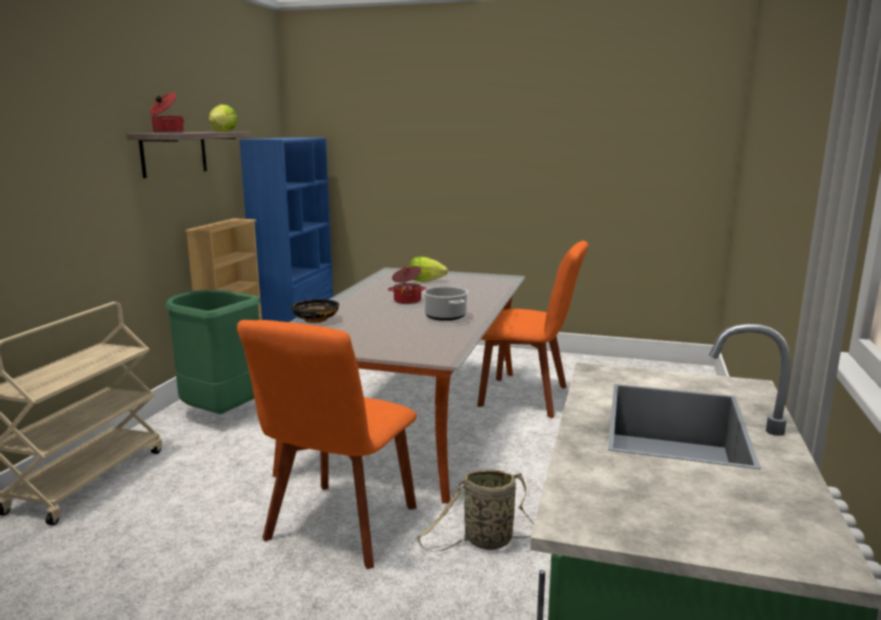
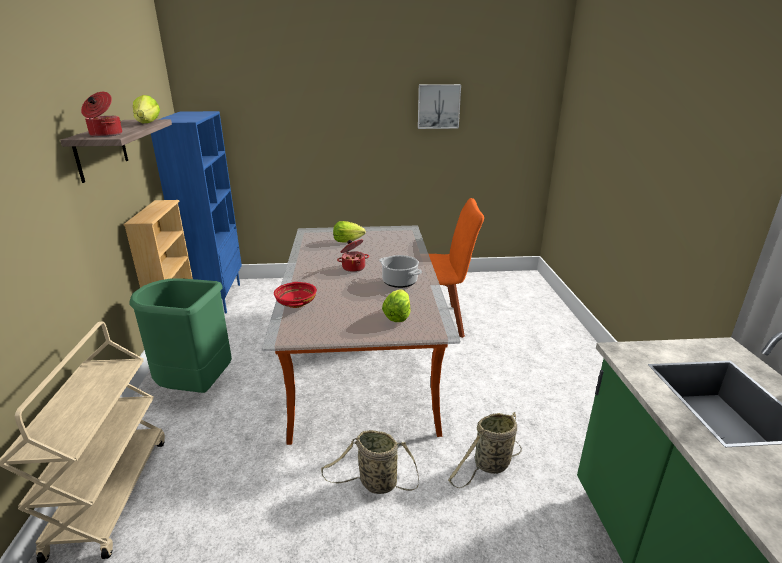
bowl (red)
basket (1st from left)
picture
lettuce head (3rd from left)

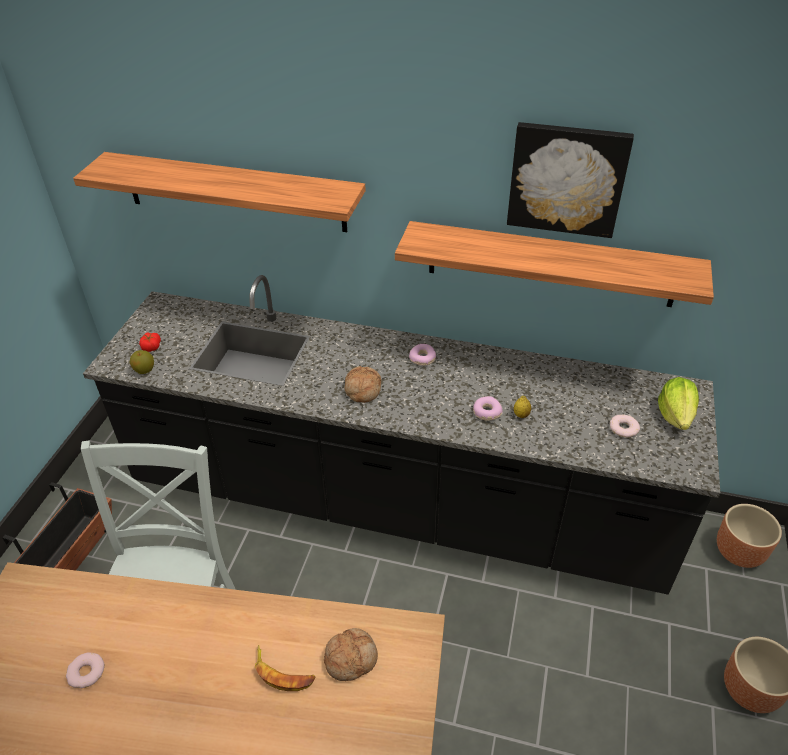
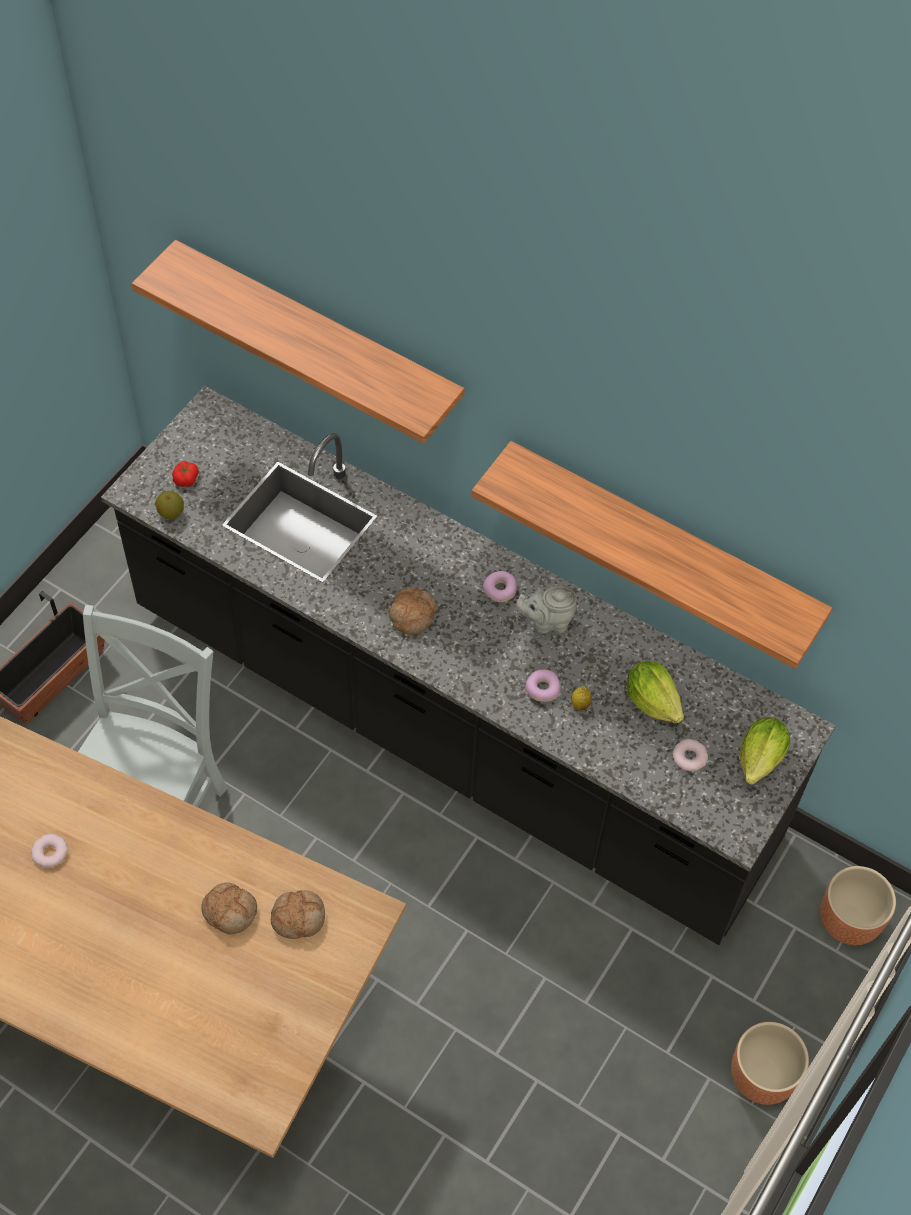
picture
bakery bread (1st from left)
tea pot (greyish)
lettuce head (1st from left)

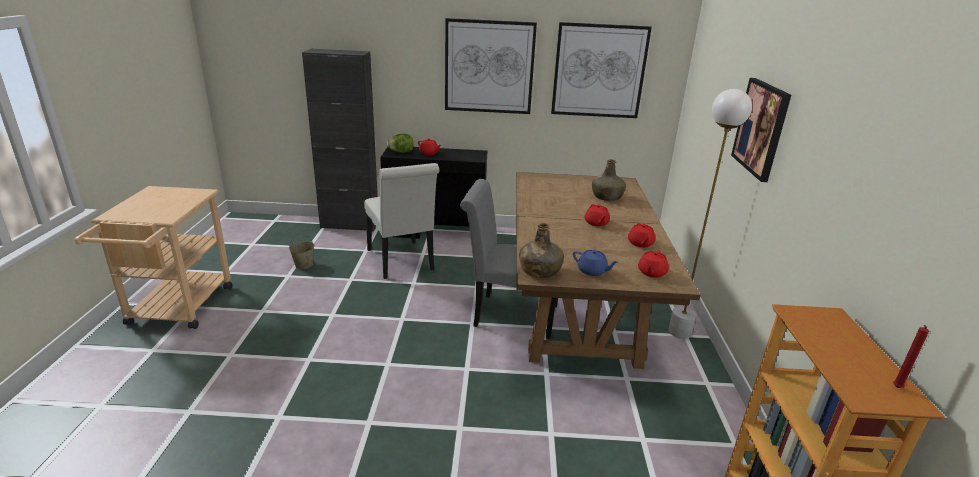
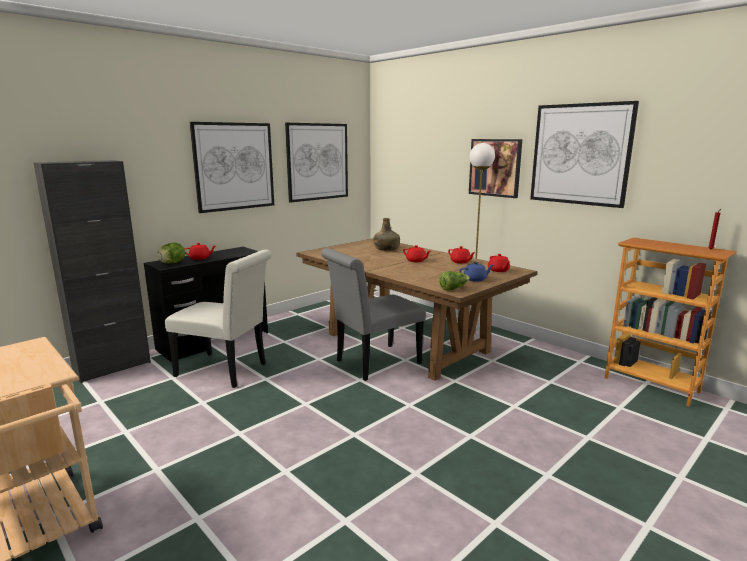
lettuce head (2nd from left)
pail (beige)
picture (4th from left)

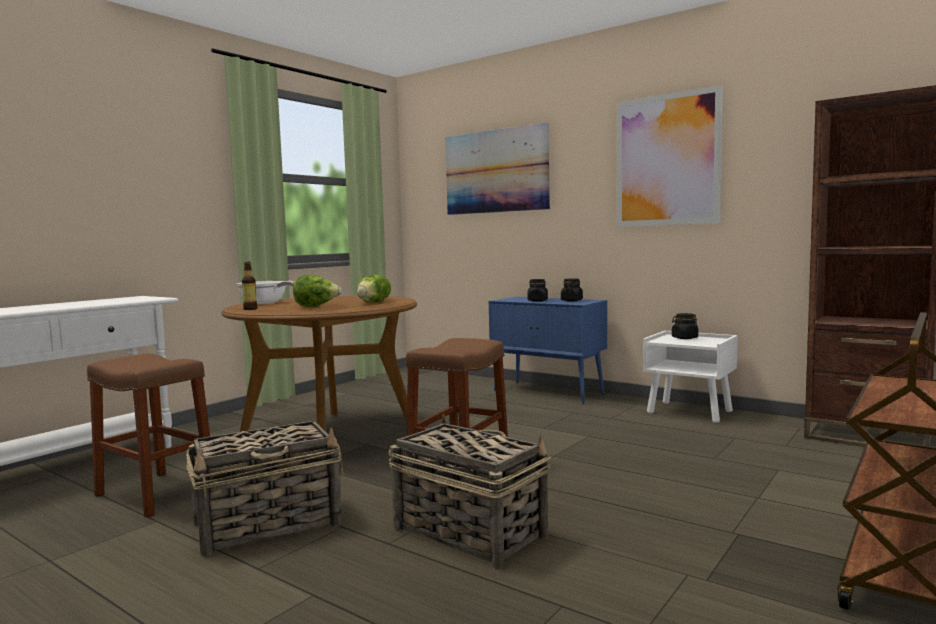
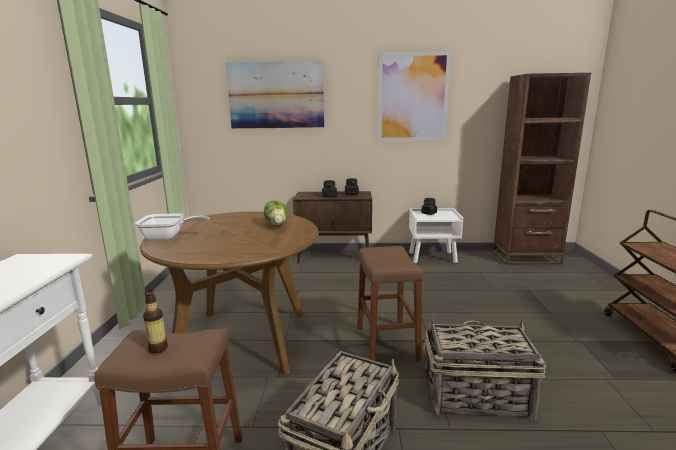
drink bottle
lettuce head (1st from left in the first image)
cabinet (brown-coloured)

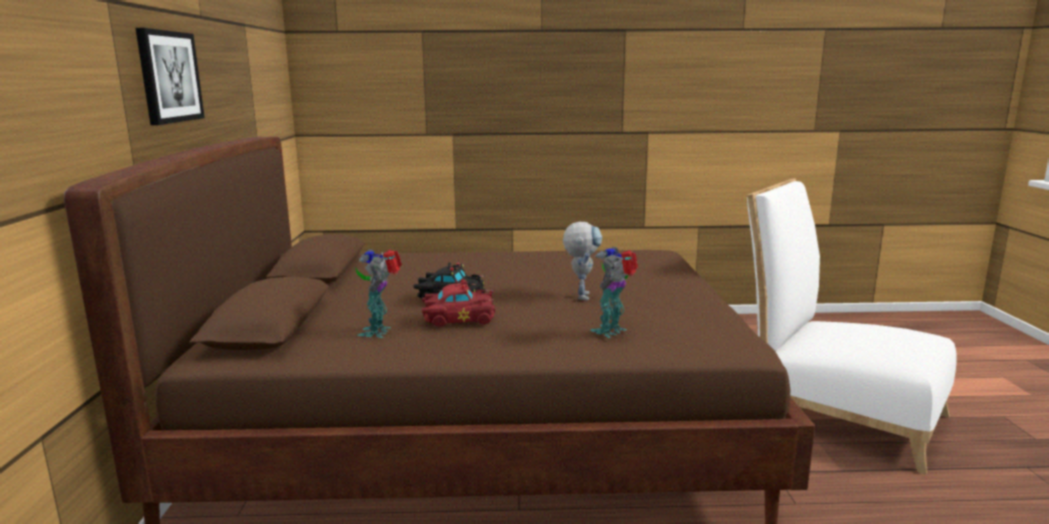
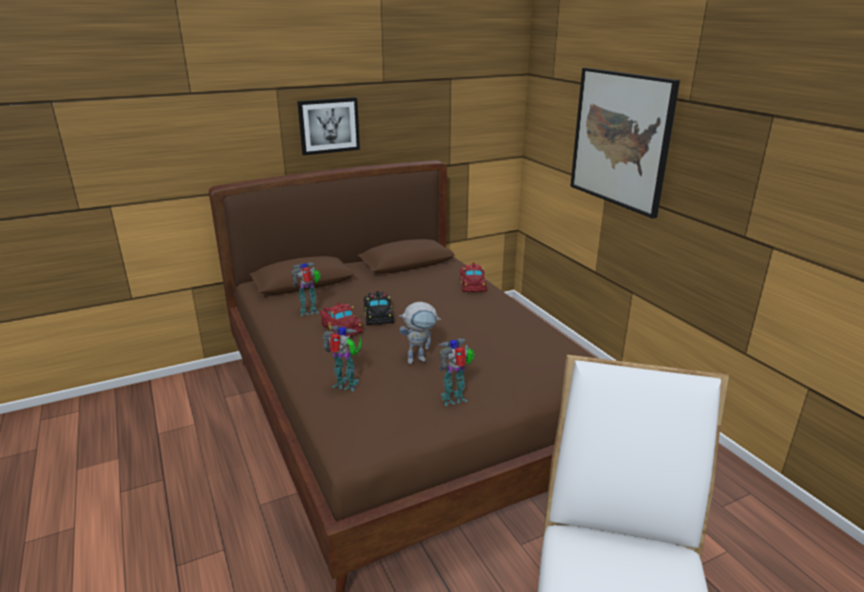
picture (2nd from left)
toy car (red) (2nd from left)
model robot (4th from left)

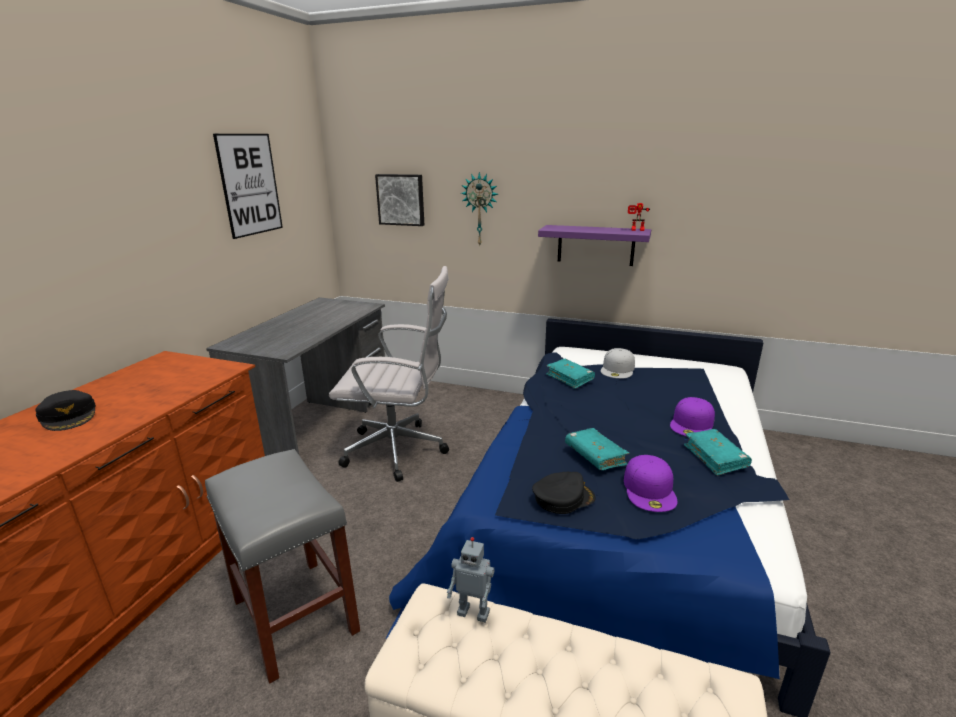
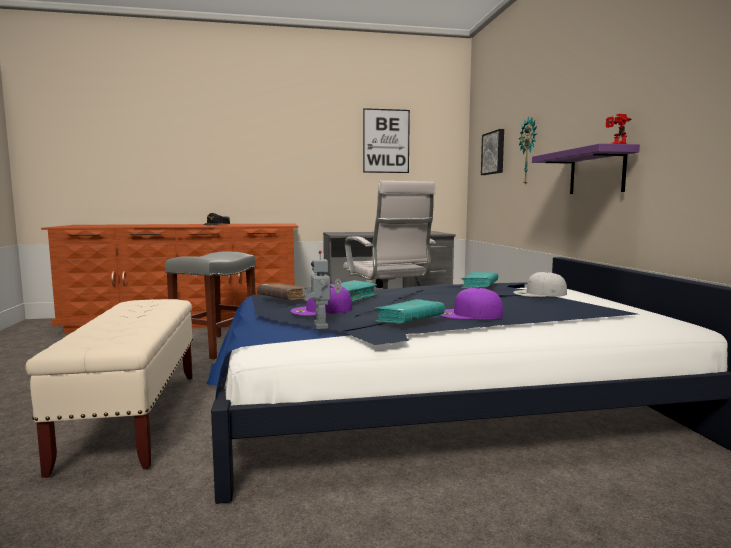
book (brown-coloured)
model robot (1st from left)

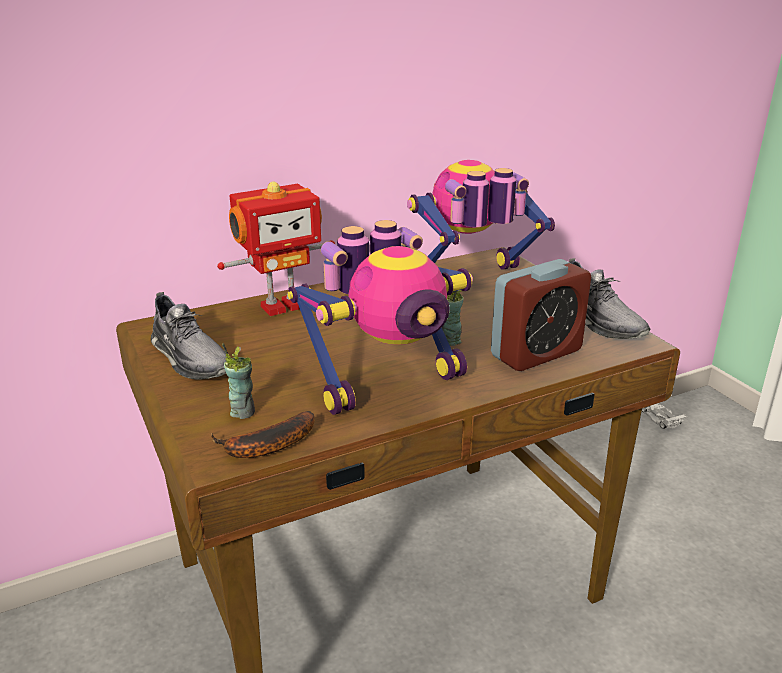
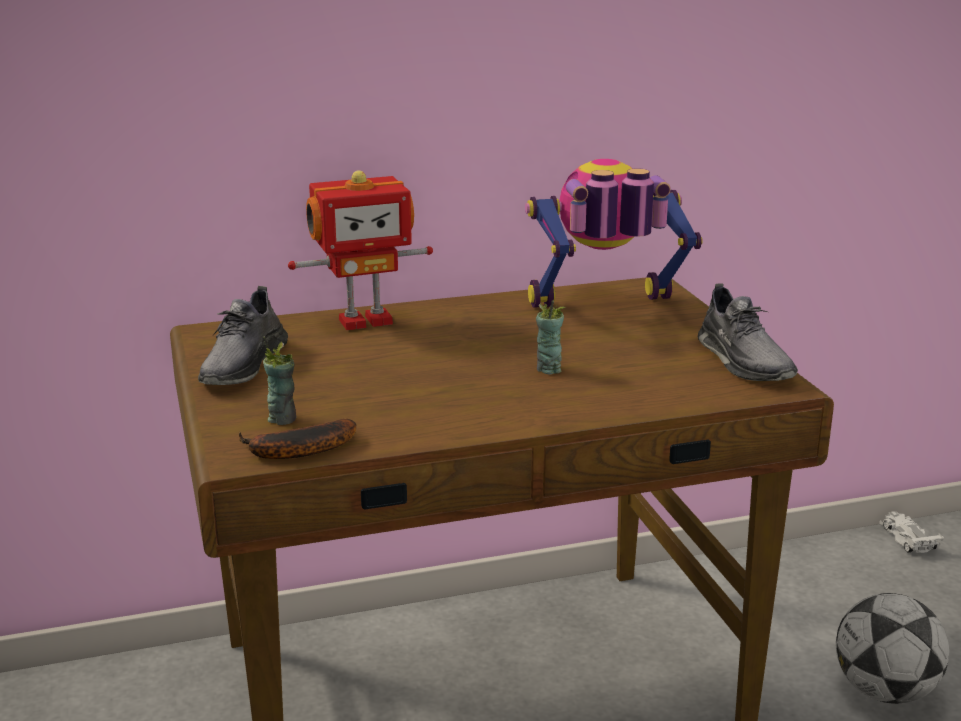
model robot (2nd from left in the first image)
alarm clock
low shoe (greyish) (1st from left)
football

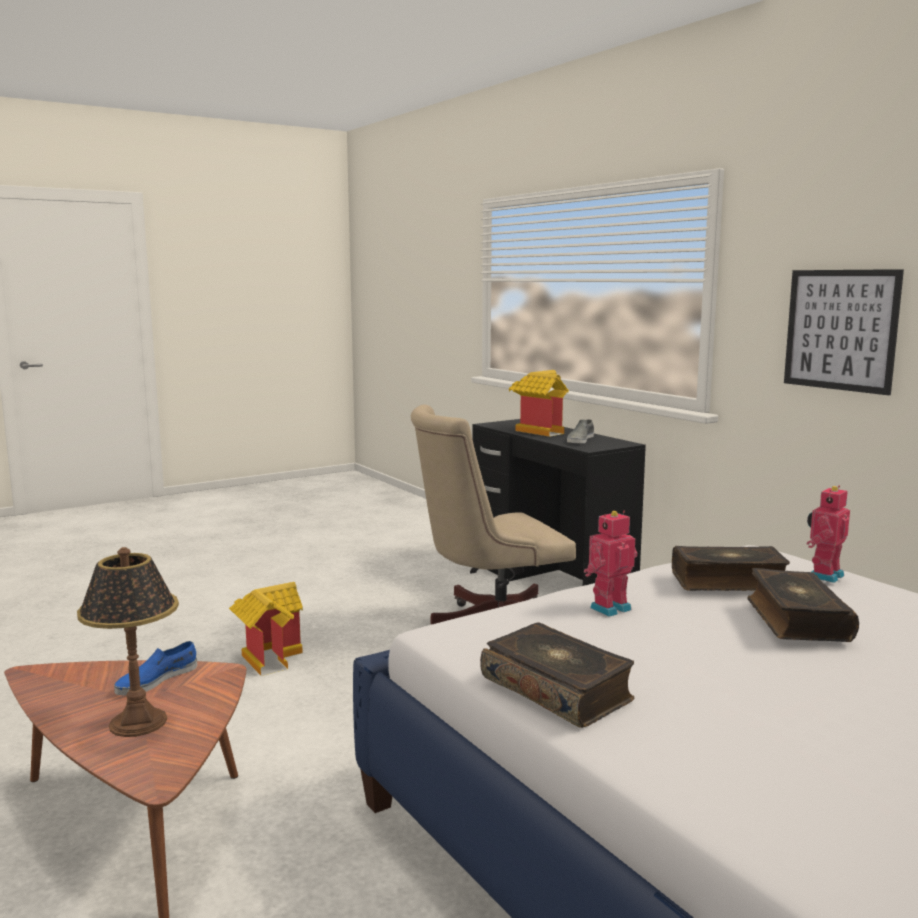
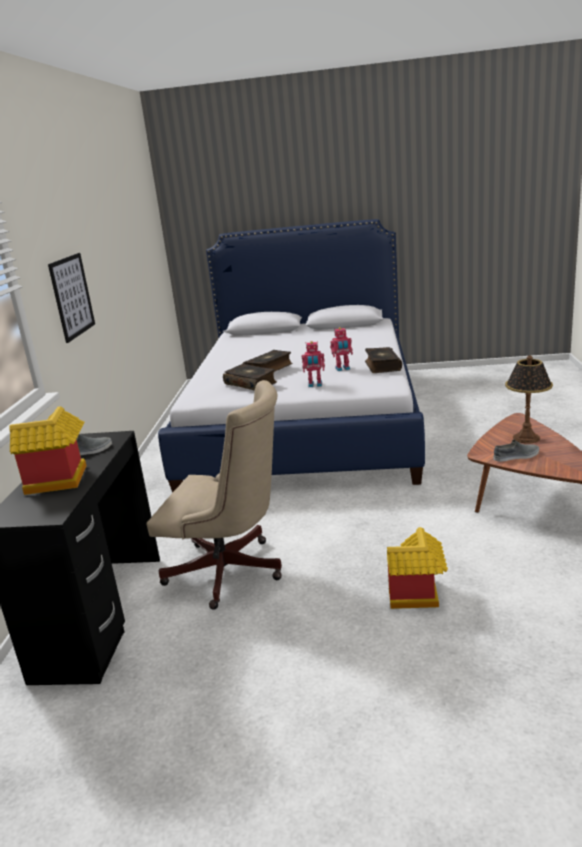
model robot (2nd from left)
low shoe (greyish) (2nd from left)

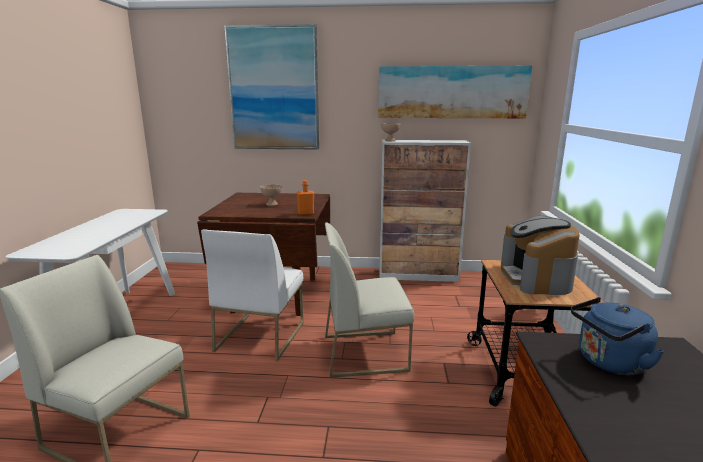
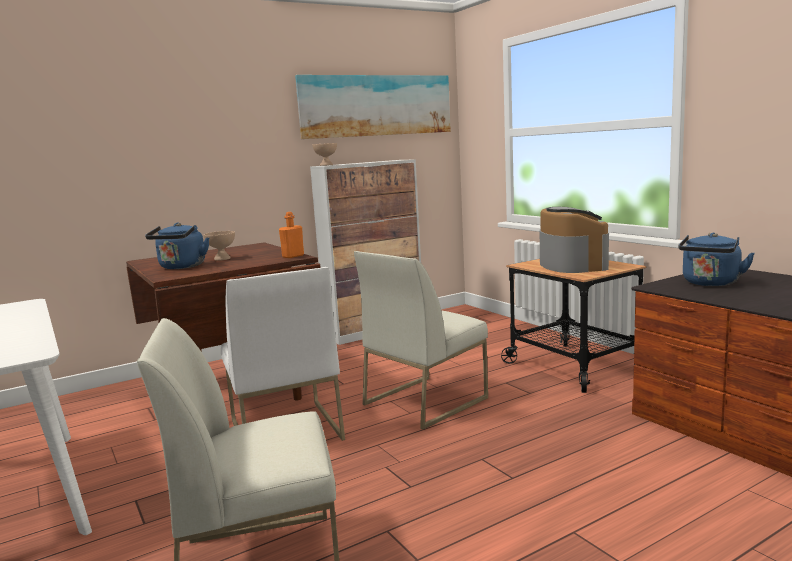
picture (1st from left in the first image)
coffee brewer
tea kettle (bluish) (1st from left)

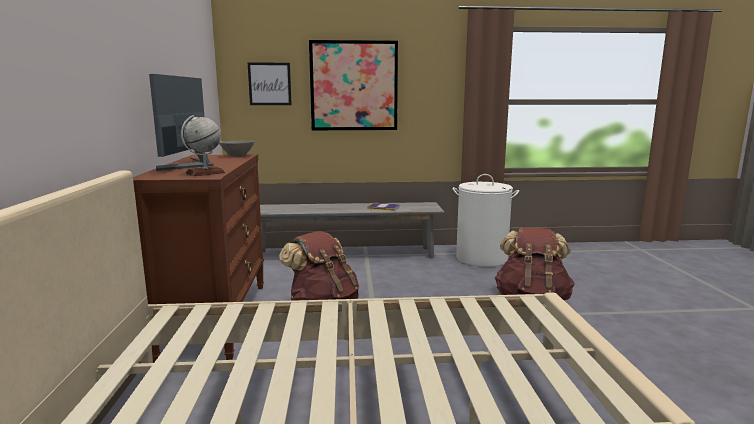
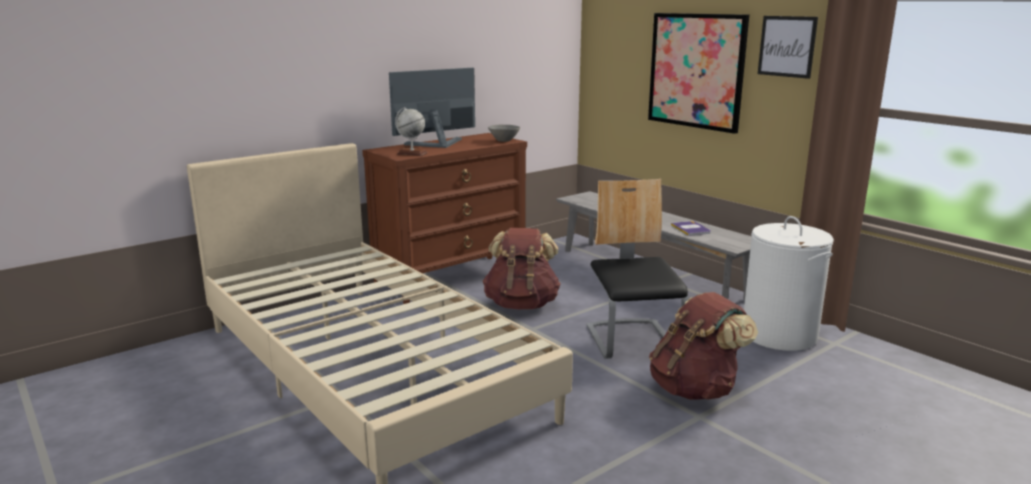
picture (2nd from left)
upright chair

